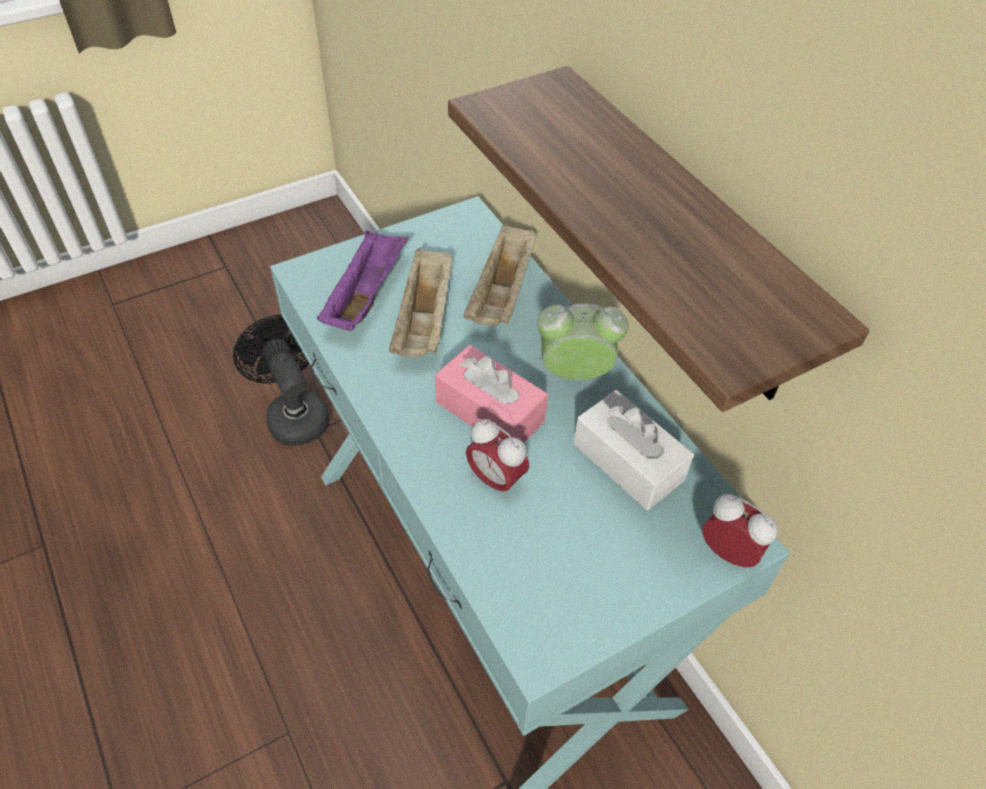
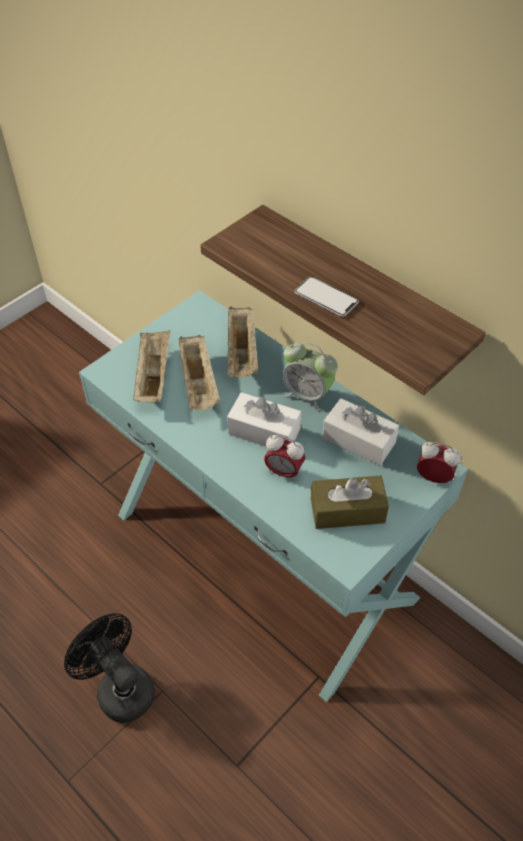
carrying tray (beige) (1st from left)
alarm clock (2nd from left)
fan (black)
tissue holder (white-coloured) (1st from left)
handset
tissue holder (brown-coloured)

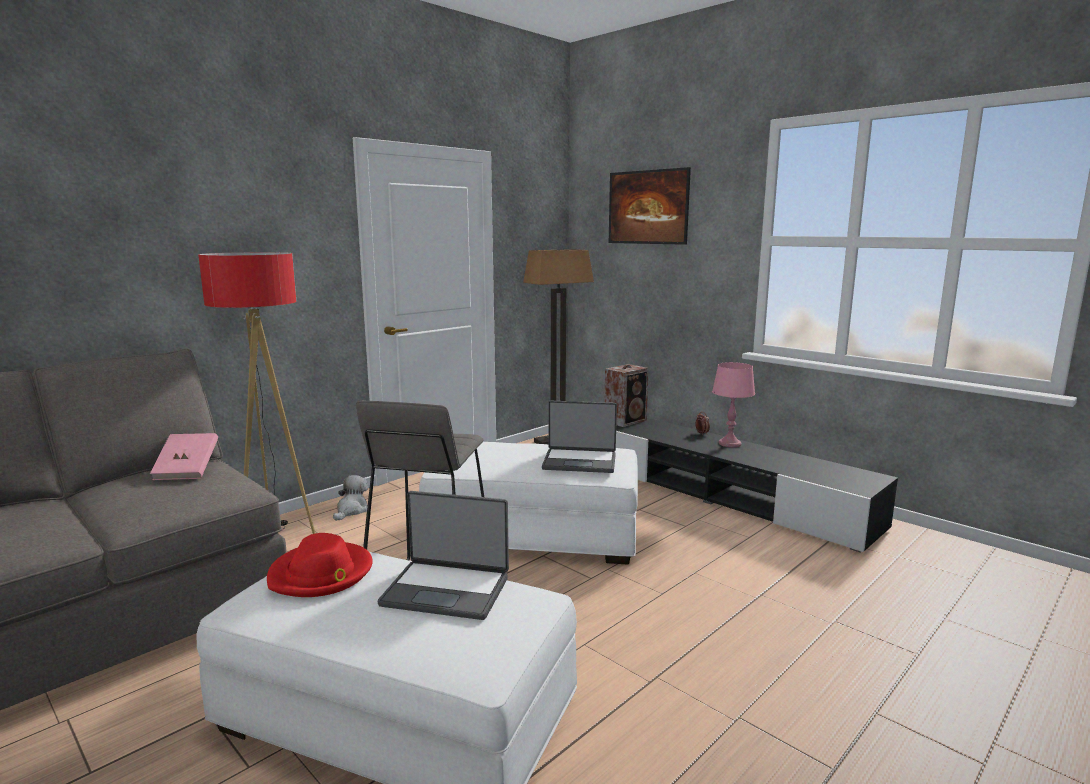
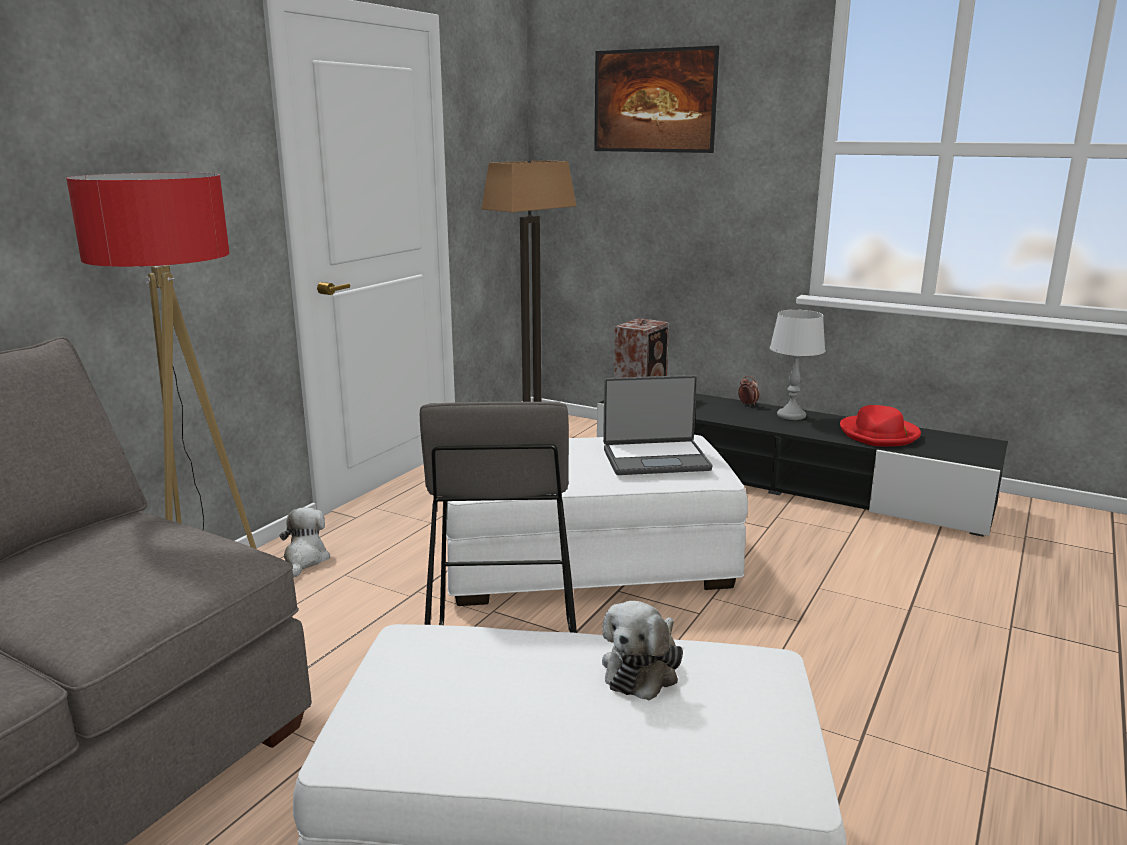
table lamp (greyish)
book (pink)
soft toy (2nd from left)
wearable hat (red)

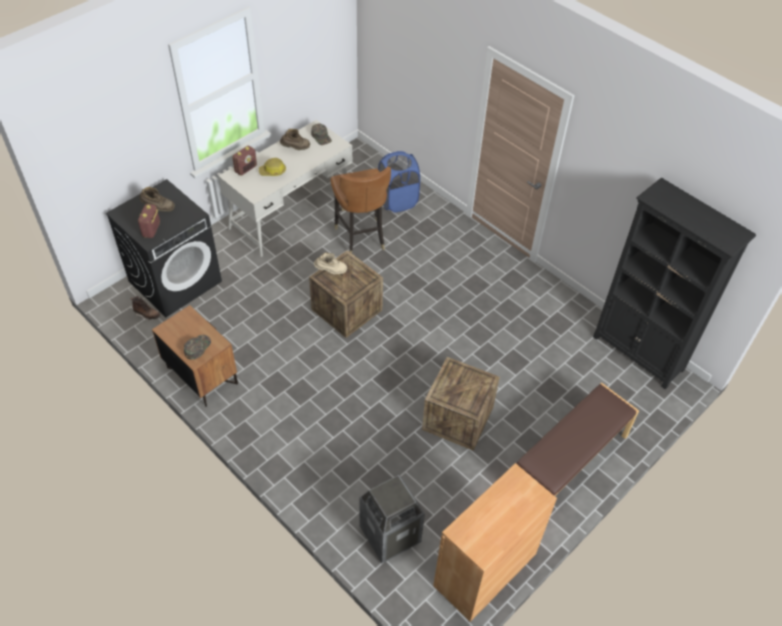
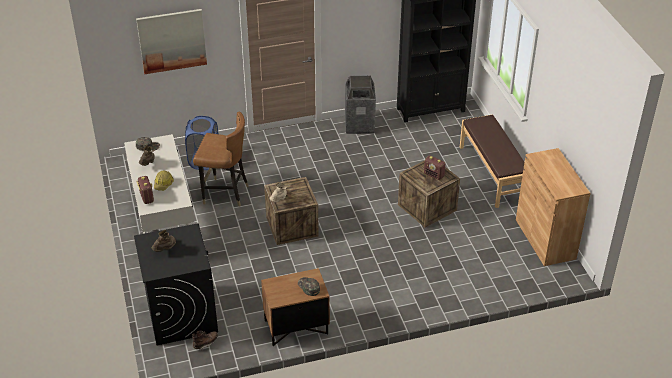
radio set (2nd from left)
trash can
picture

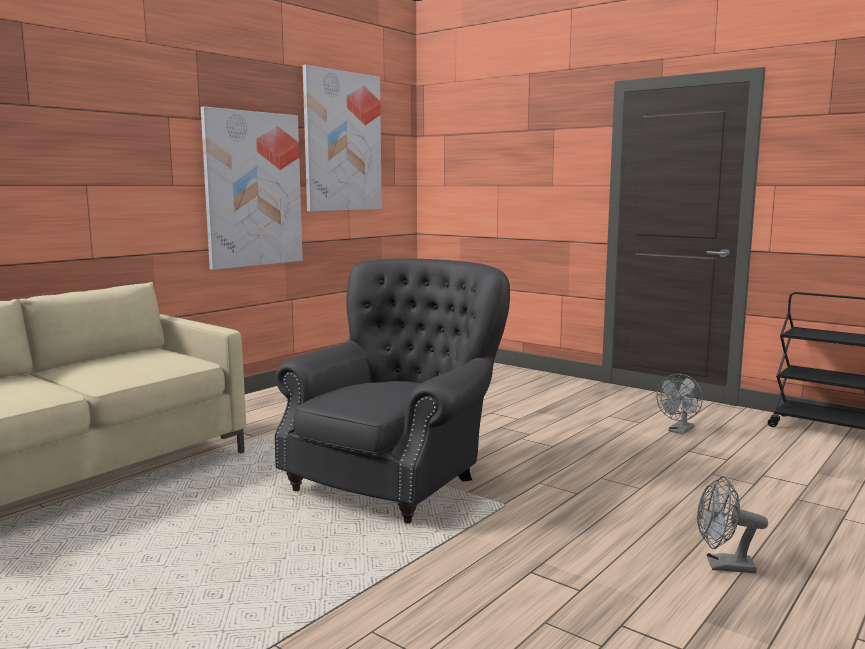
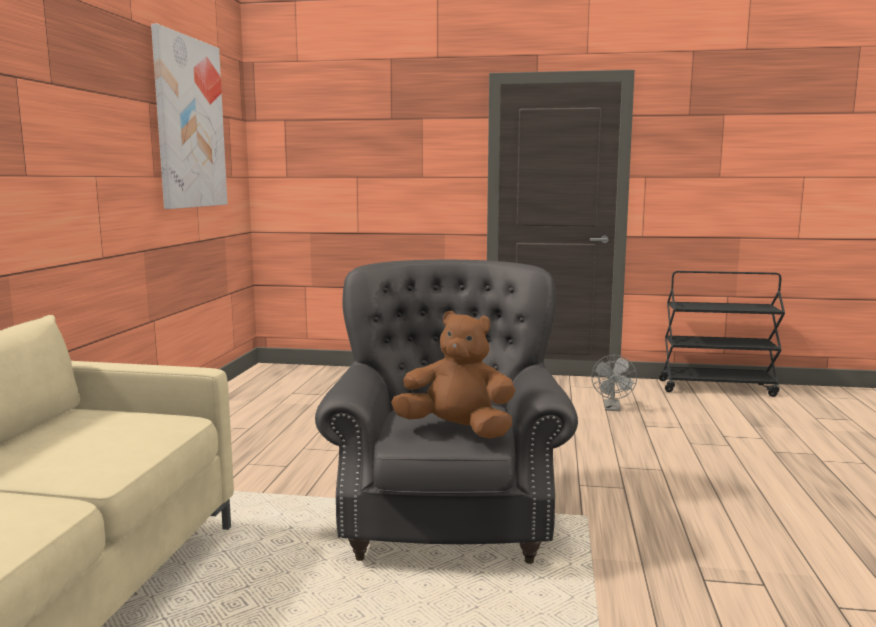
picture (1st from left in the first image)
fan (greyish) (2nd from left in the first image)
soft toy (brown-coloured)

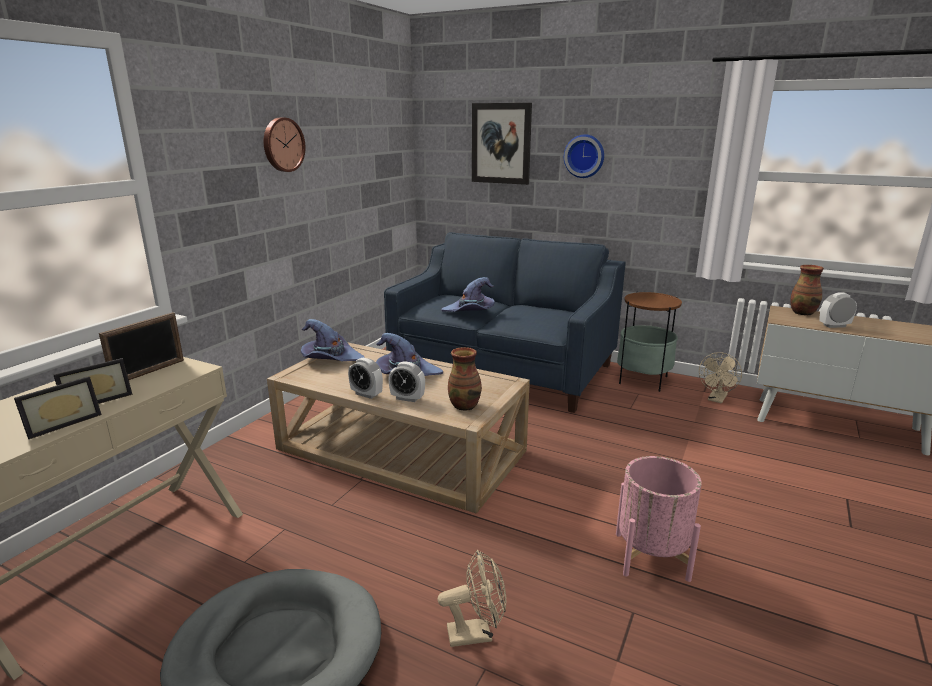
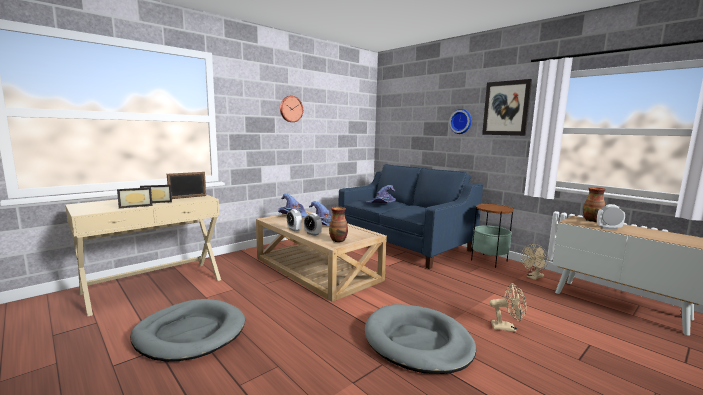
picture
pet bed (greyish) (2nd from left)
fan (beige) (1st from left)

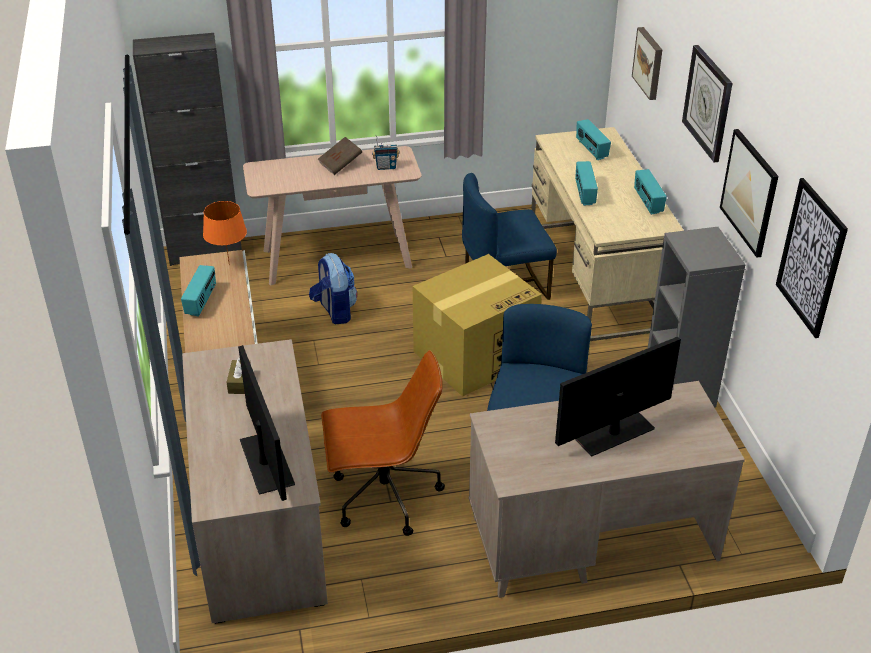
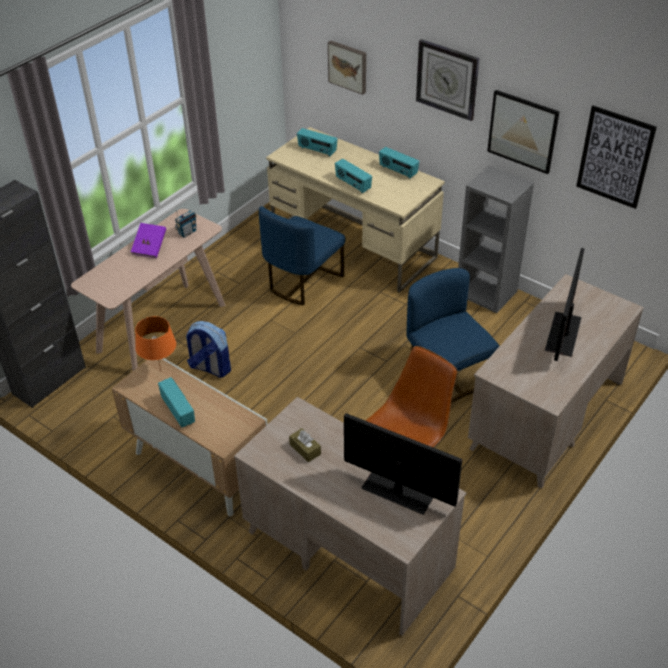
book (purple)
carton

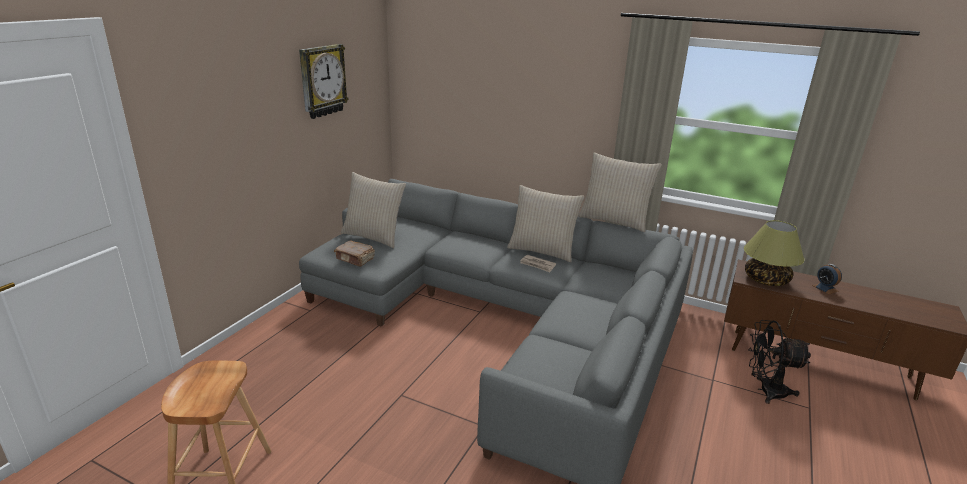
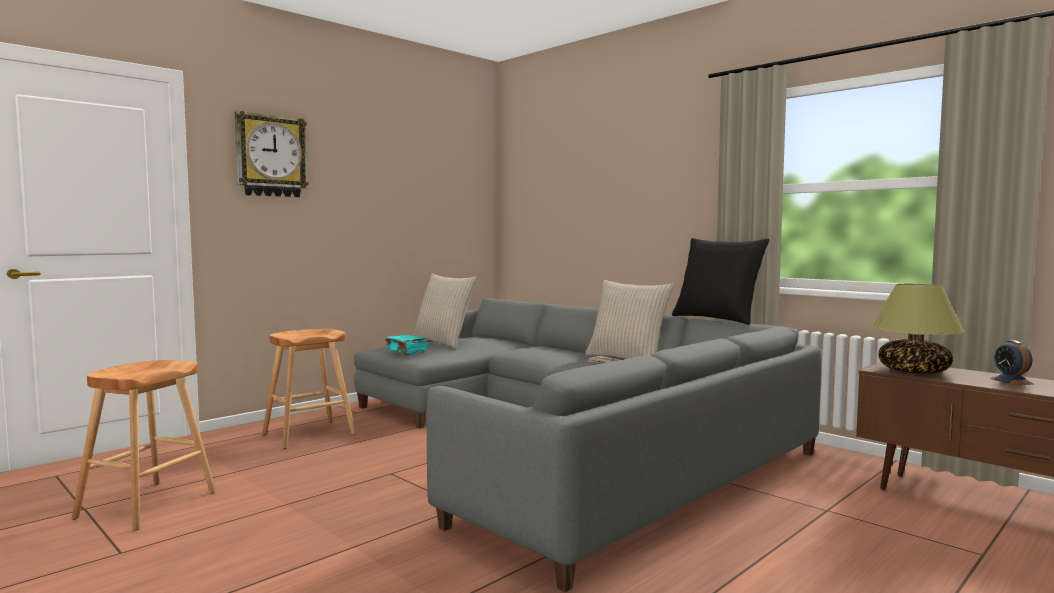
clock on the wall
cushion (black)
book (turquoise)
fan (black)
stool (brown-coloured) (2nd from left)

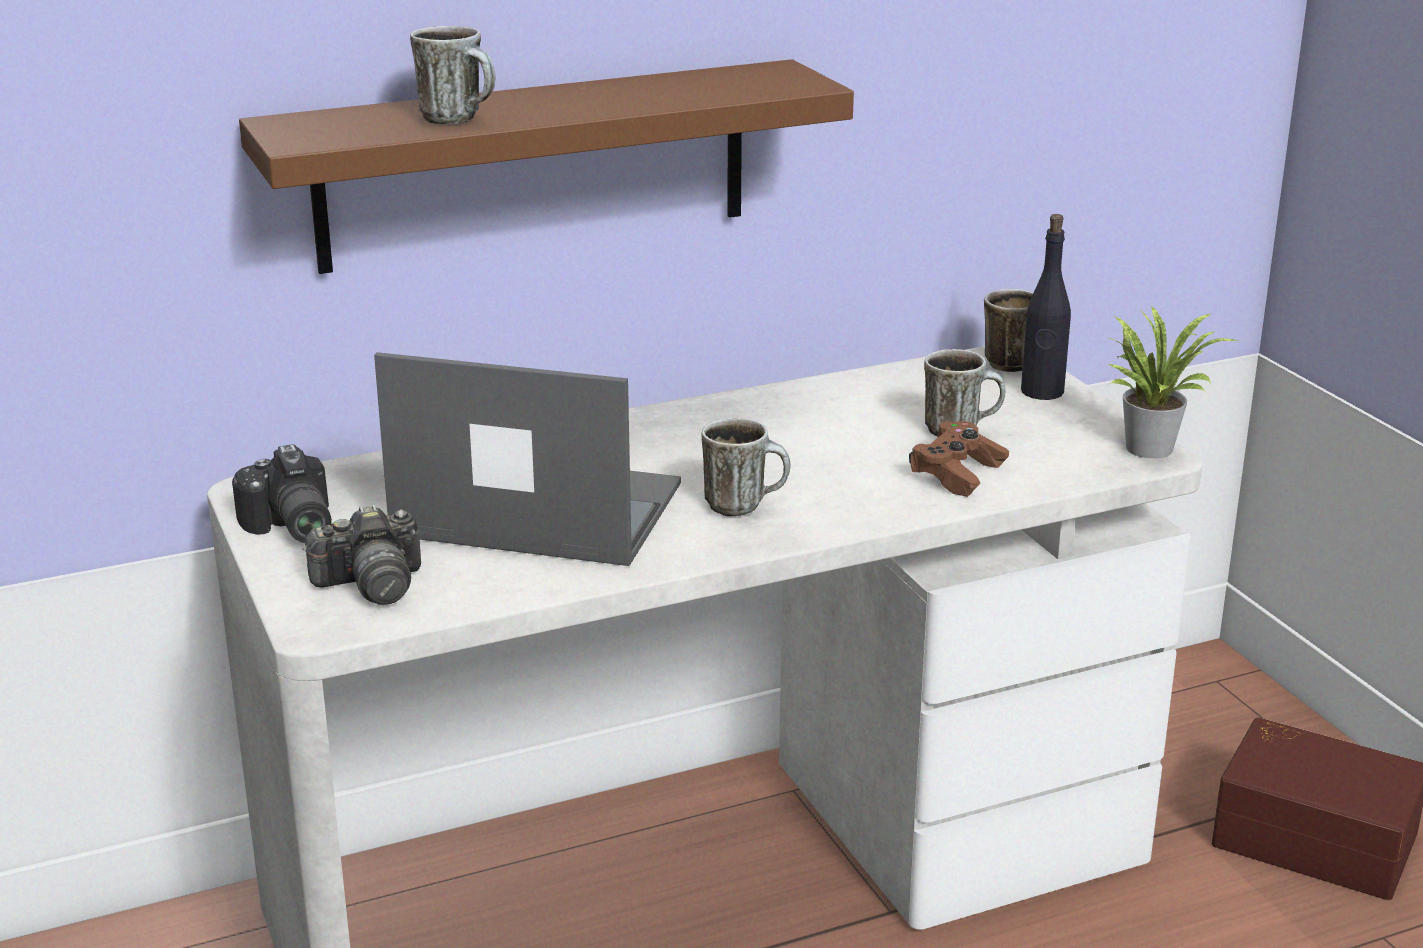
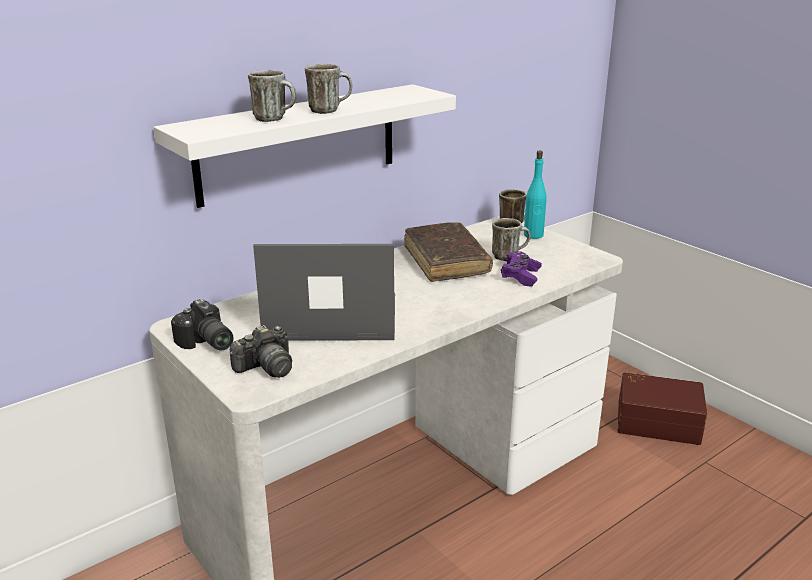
bracket shelf (white-coloured)
drink bottle (turquoise)
houseplant
mug (2nd from left)
gamepad (purple)
book (brown-coloured)

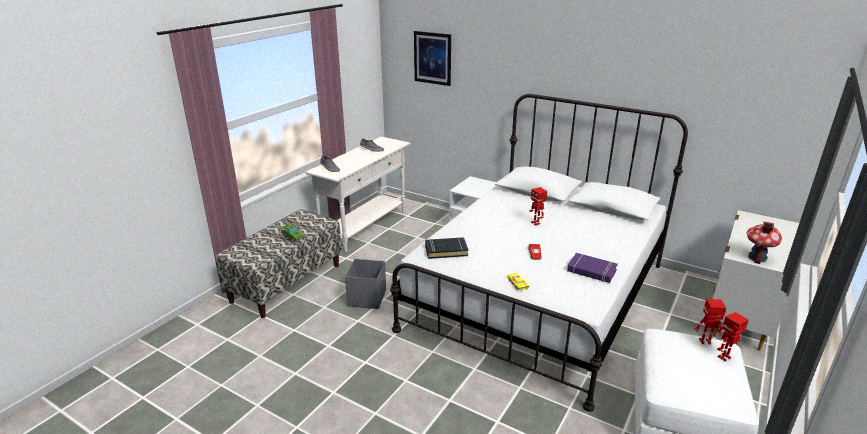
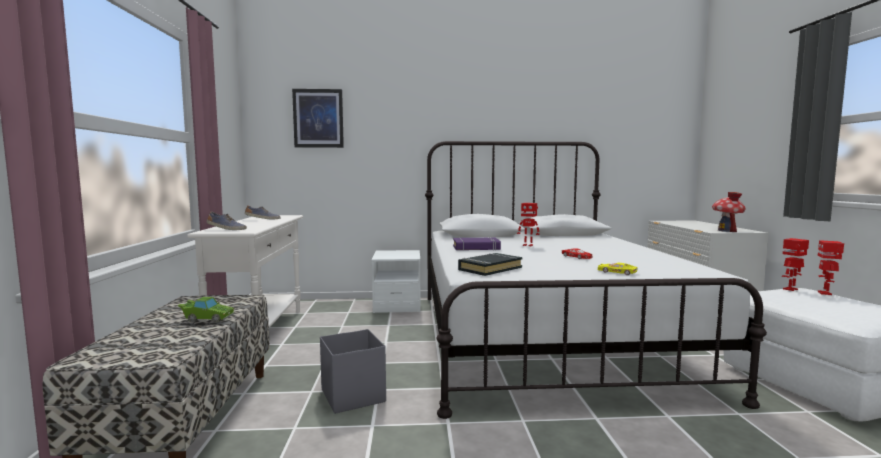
book (purple)

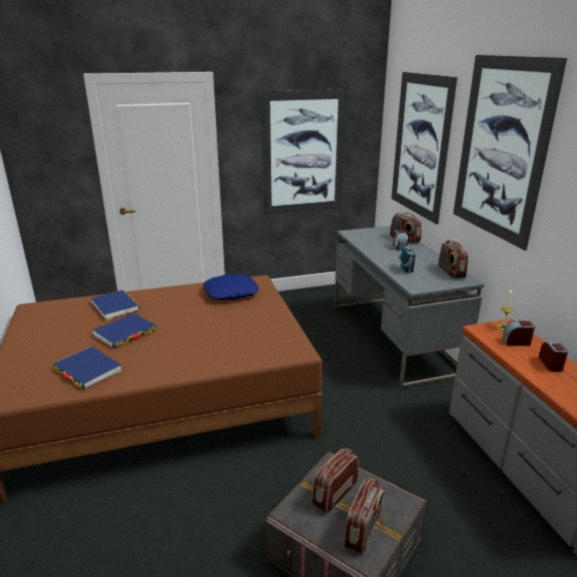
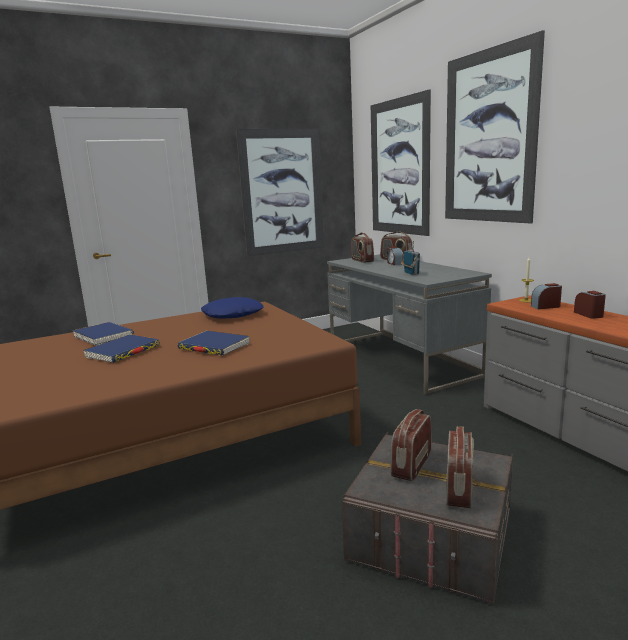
radio set (1st from left)
book (bluish) (3rd from left)

